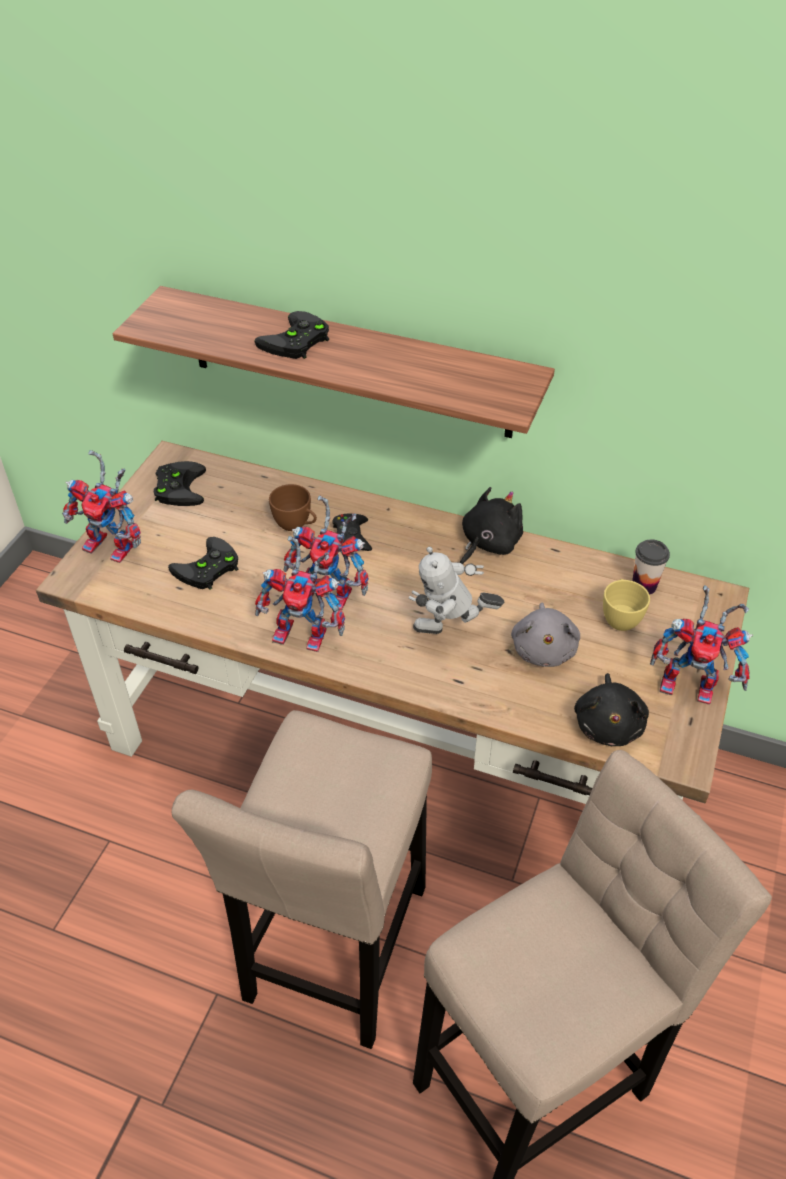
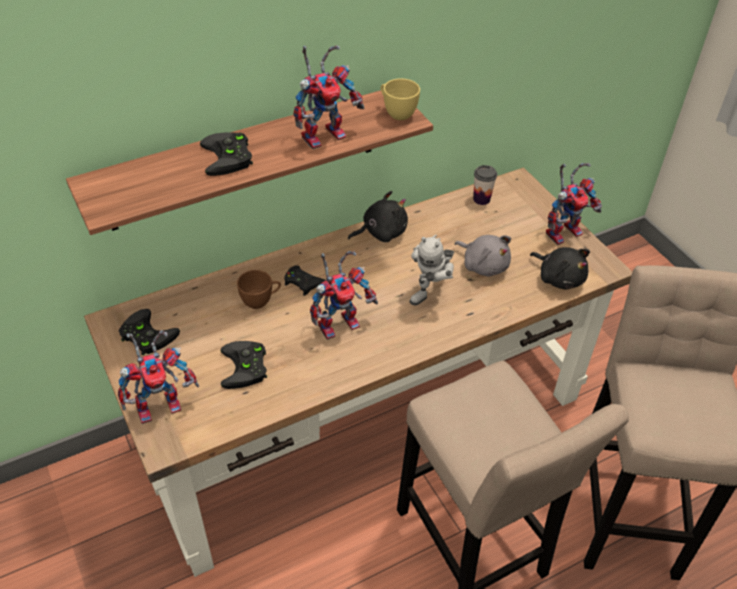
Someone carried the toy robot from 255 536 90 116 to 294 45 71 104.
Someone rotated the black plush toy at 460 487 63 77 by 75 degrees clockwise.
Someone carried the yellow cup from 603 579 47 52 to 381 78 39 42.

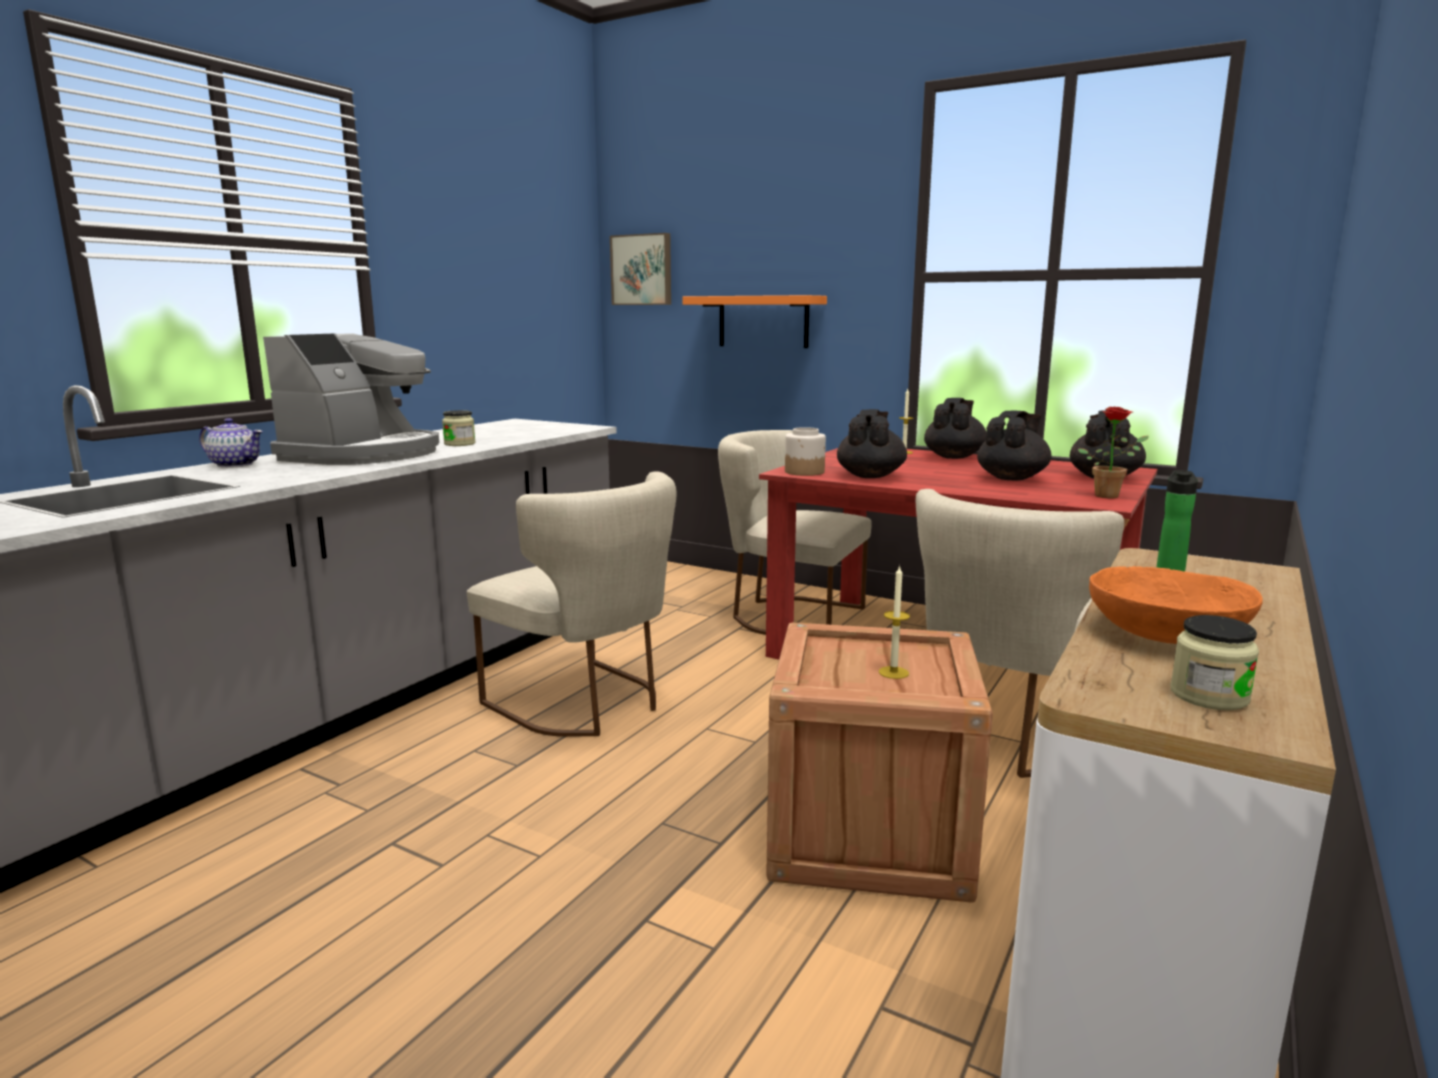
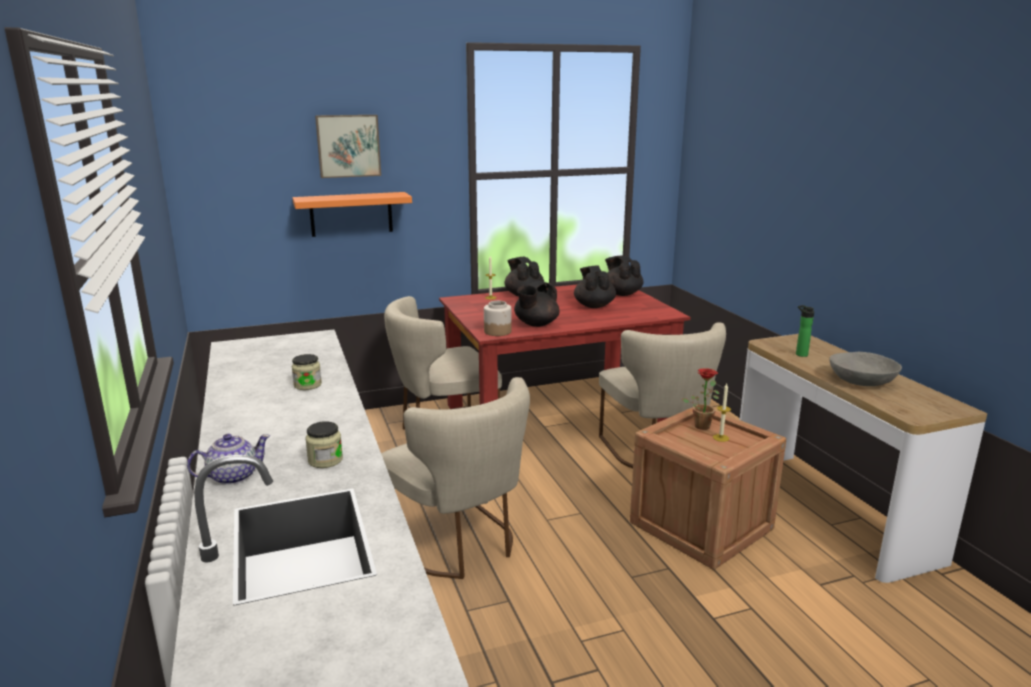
Someone took away the coffee machine at 263 333 176 132.
Someone rotated the beige chair at 467 471 209 265 by 60 degrees clockwise.
Someone carried the picture from 610 233 61 72 to 315 115 66 63.
Someone rotated the black teapot at 837 409 70 69 by 105 degrees counterclockwise.
Someone carried the potted plant from 1078 406 71 93 to 682 368 38 62.
Someone repainted the orange bowl at 1089 566 174 78, which became the grey bowl at 829 352 73 34.
Someone carried the jar from 1170 615 89 95 to 305 421 38 47.

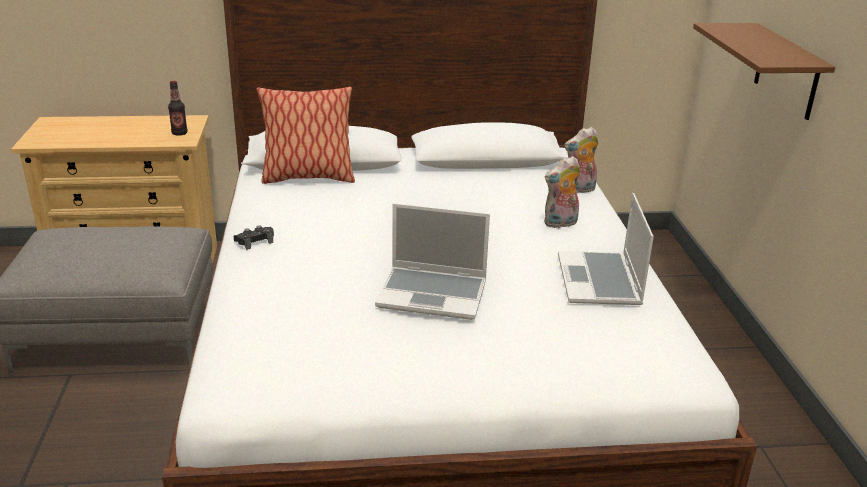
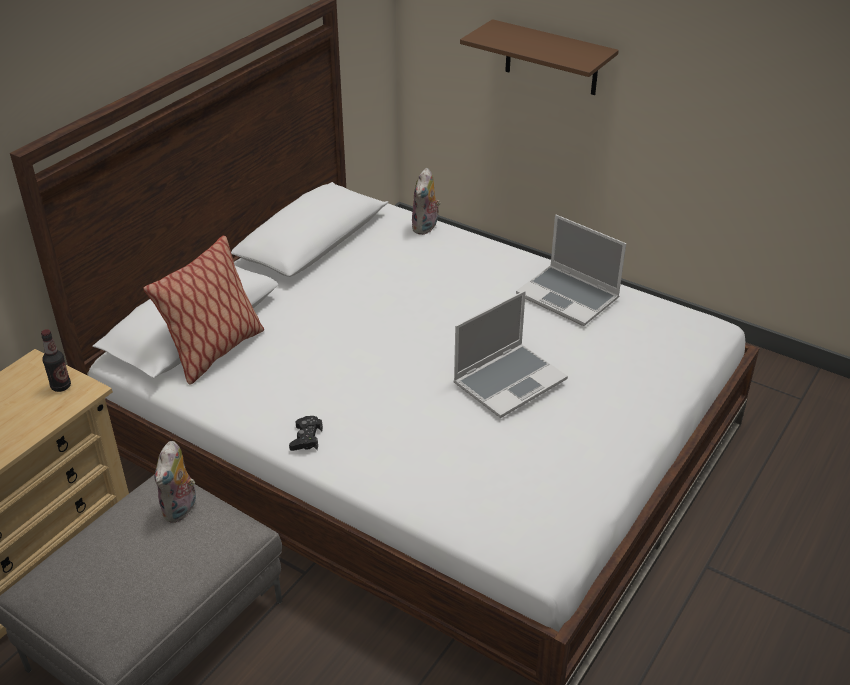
Someone carried the plush toy from 544 156 36 73 to 154 441 44 82.

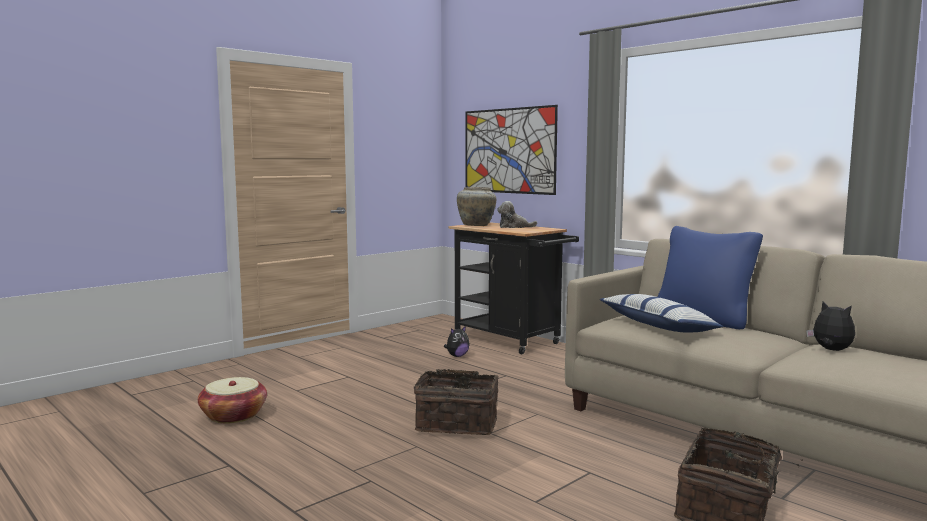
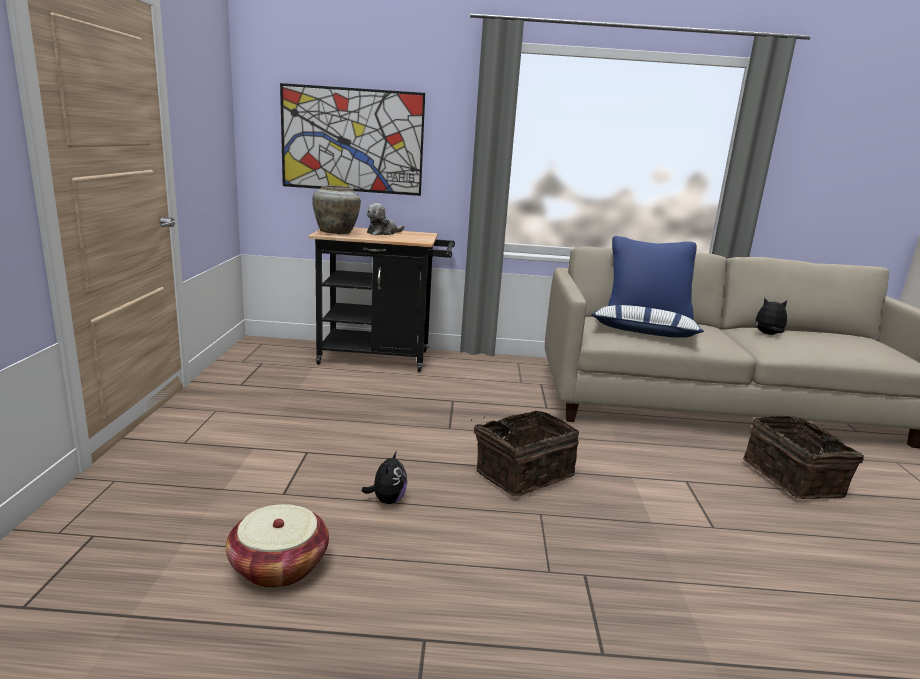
Someone carried the plush toy from 444 326 25 31 to 362 450 45 54.

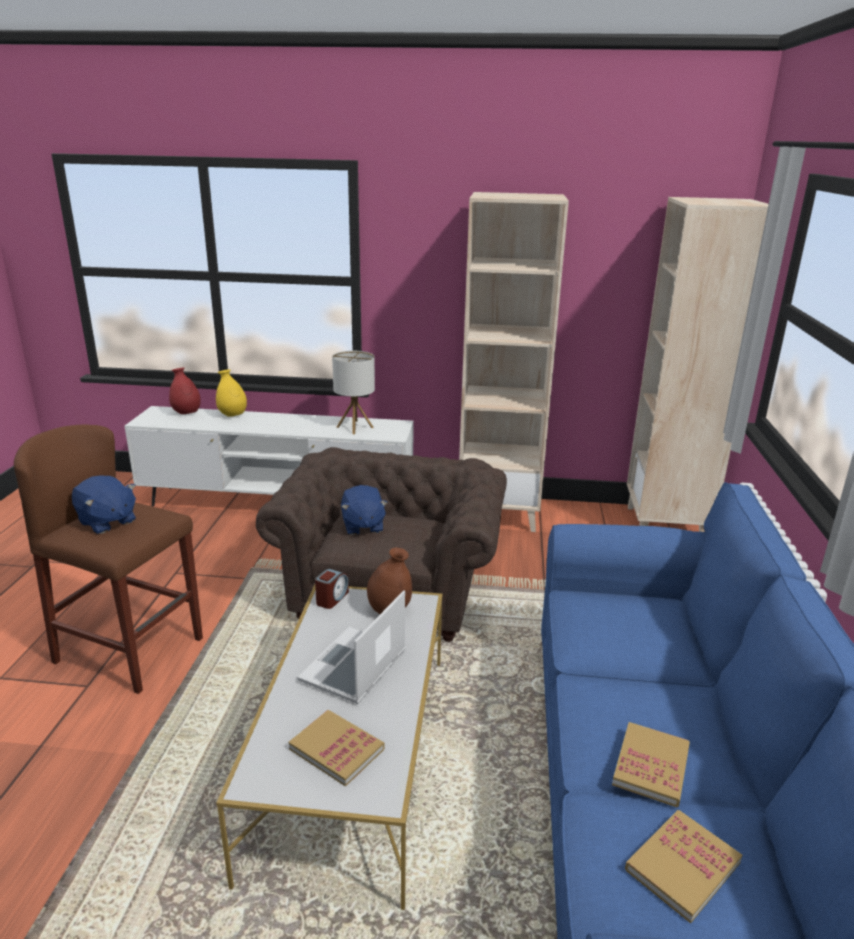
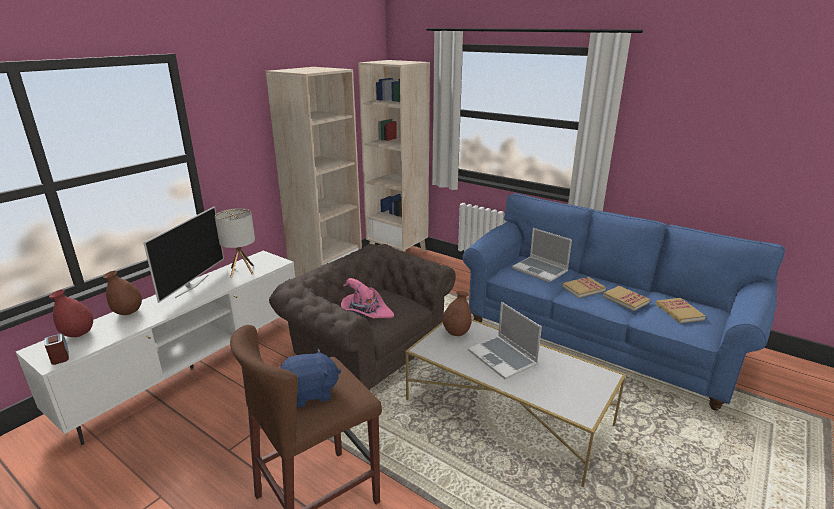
Someone repainted the yellow vase at 216 369 31 48, which became the brown vase at 103 271 39 44.
Someone carried the book from 289 710 96 77 to 562 277 44 21.
Someone carried the alarm clock from 315 569 34 40 to 44 333 25 32.
Someone swapped the blue plush toy at 341 485 47 50 for the pink hat at 341 278 53 40.
Someone put down the television at 143 206 81 97.
Someone put down the laptop at 512 228 60 54.

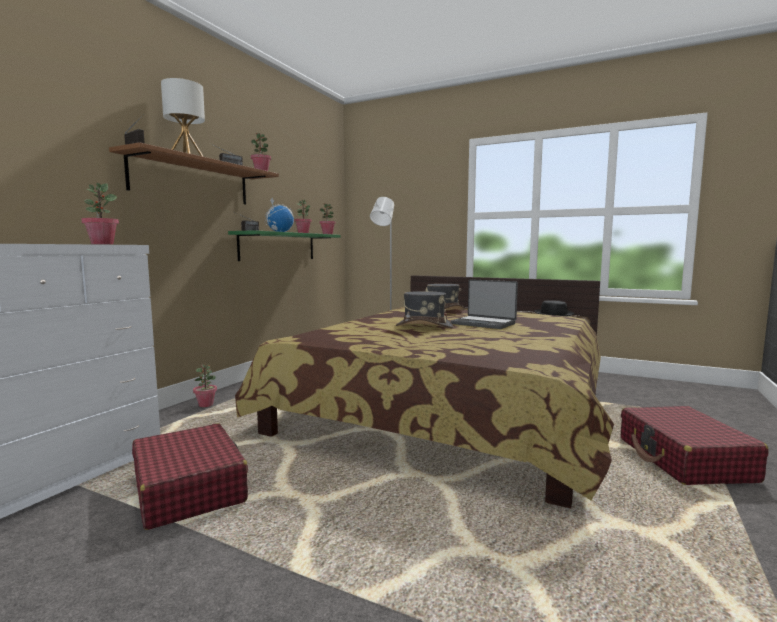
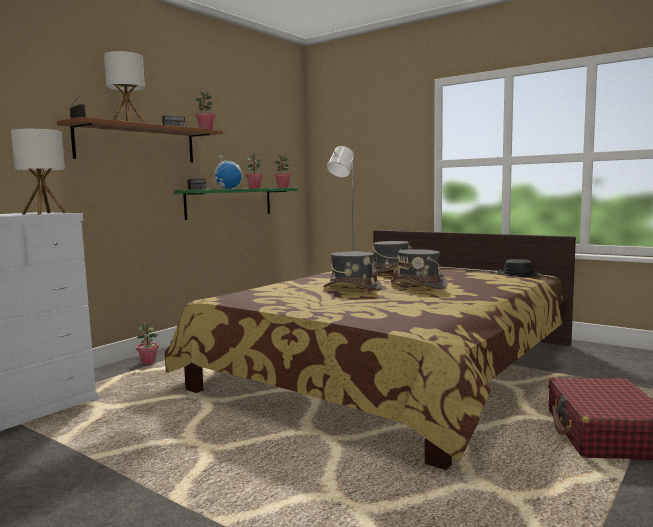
Someone swapped the potted plant at 81 183 38 61 for the table lamp at 11 129 55 85.
Someone took away the red suitcase at 132 423 116 107.
Someone swapped the laptop at 451 279 67 50 for the grey hat at 391 249 57 40.

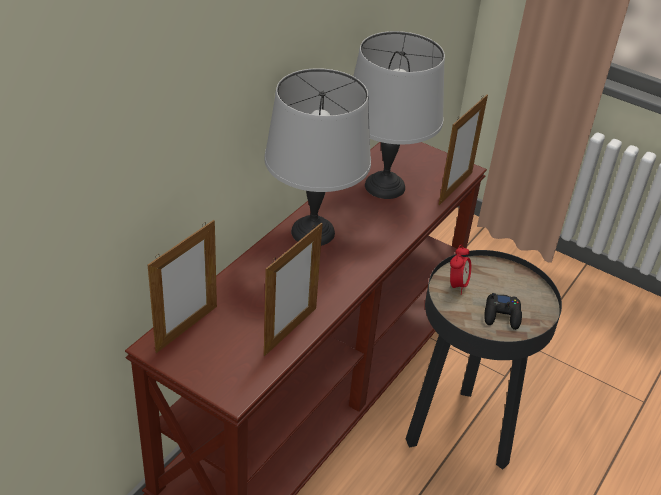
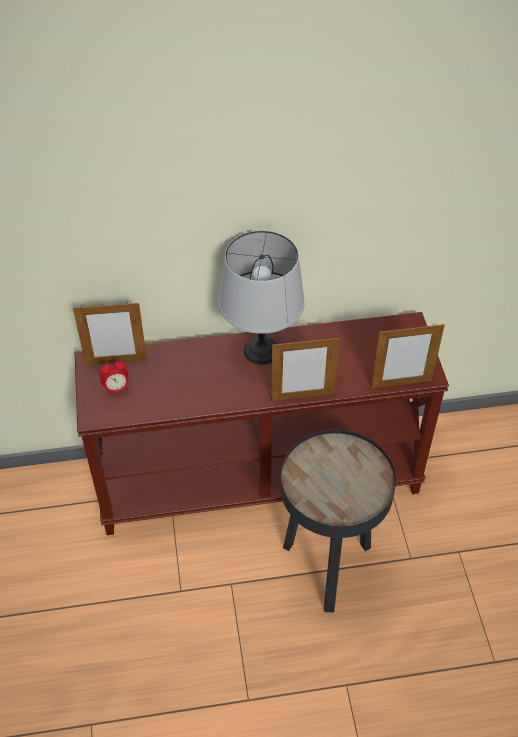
Someone carried the picture frame from 264 223 59 133 to 271 336 68 65.
Someone took away the grey table lamp at 353 31 92 168.
Someone carried the alarm clock from 450 245 21 50 to 100 359 29 37.
Someone took away the black game controller at 484 293 38 37.

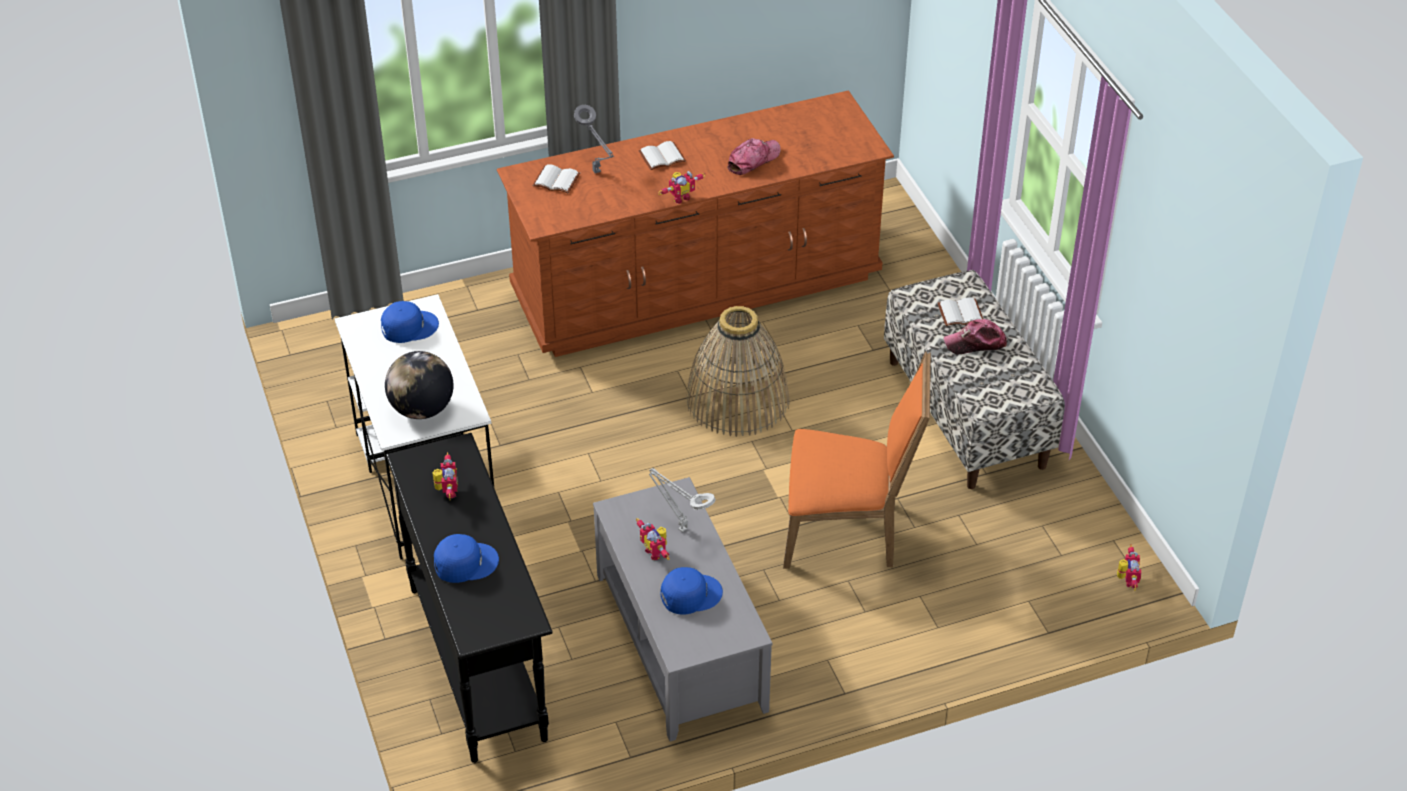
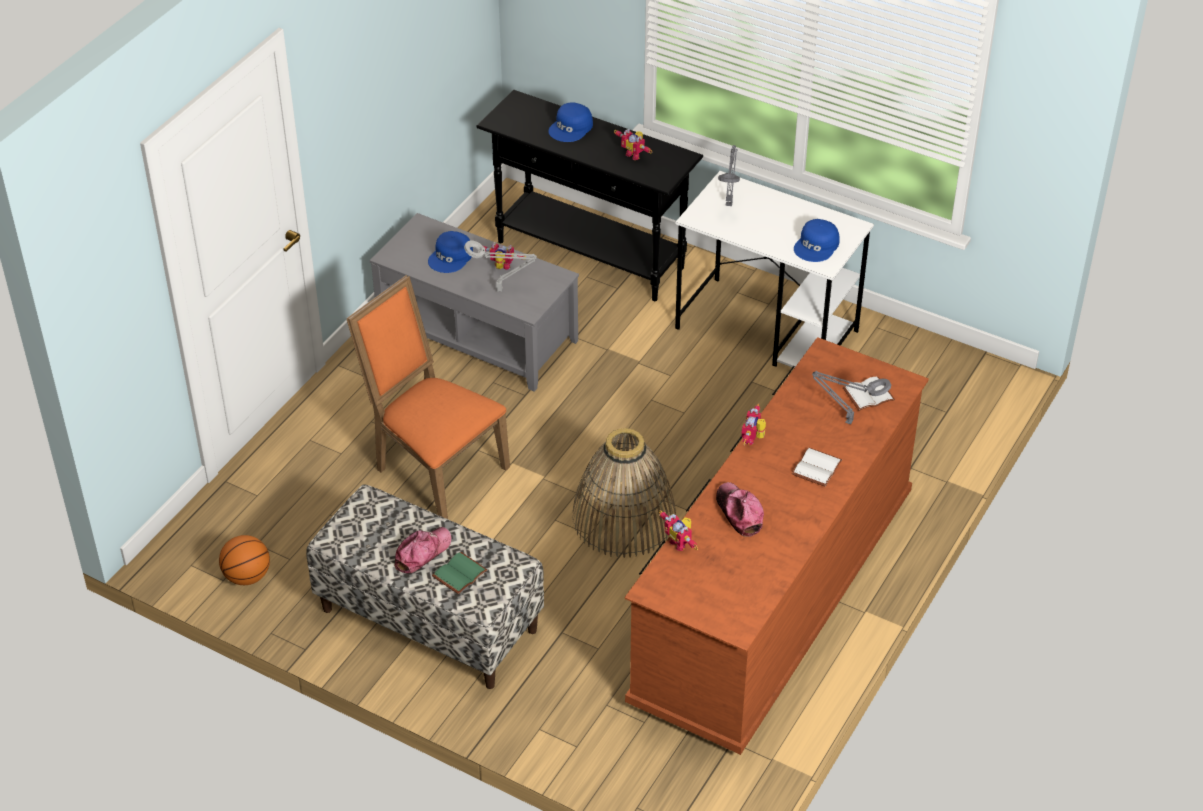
Someone swapped the globe at 385 351 68 68 for the grey table lamp at 718 145 22 61.
Someone rotated the cap at 727 138 54 37 by 150 degrees clockwise.
Someone rotated the orange chair at 783 352 148 217 by 75 degrees clockwise.
Someone repainted the white book at 938 297 45 29, which became the green book at 432 552 55 42.
Someone carried the toy robot from 1117 544 25 47 to 659 510 39 41.
Someone put down the basketball at 219 535 51 50.

